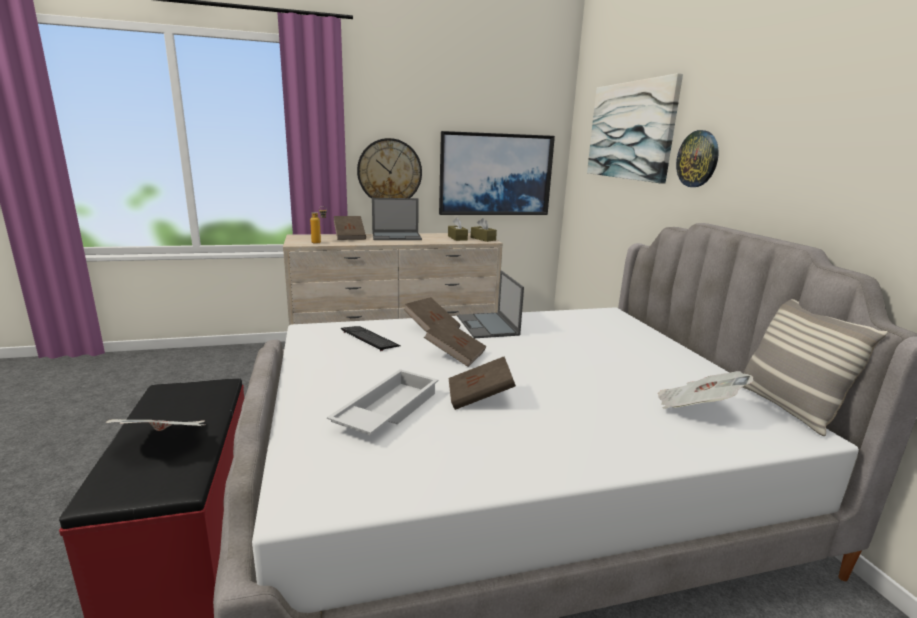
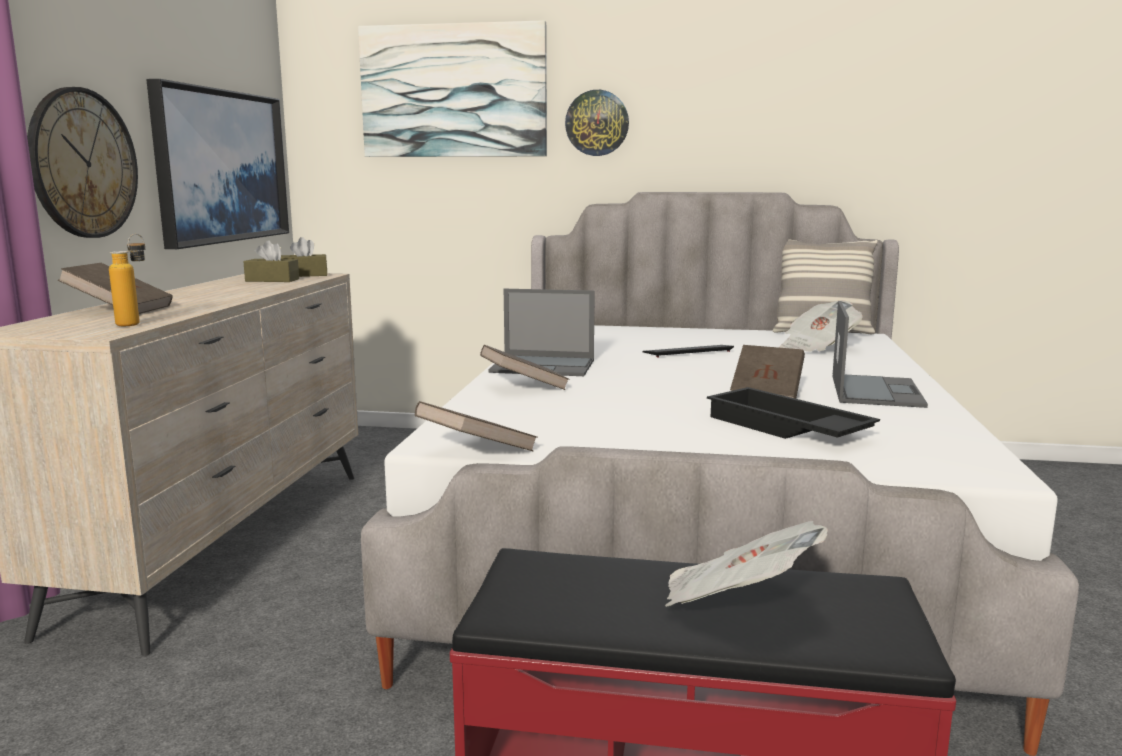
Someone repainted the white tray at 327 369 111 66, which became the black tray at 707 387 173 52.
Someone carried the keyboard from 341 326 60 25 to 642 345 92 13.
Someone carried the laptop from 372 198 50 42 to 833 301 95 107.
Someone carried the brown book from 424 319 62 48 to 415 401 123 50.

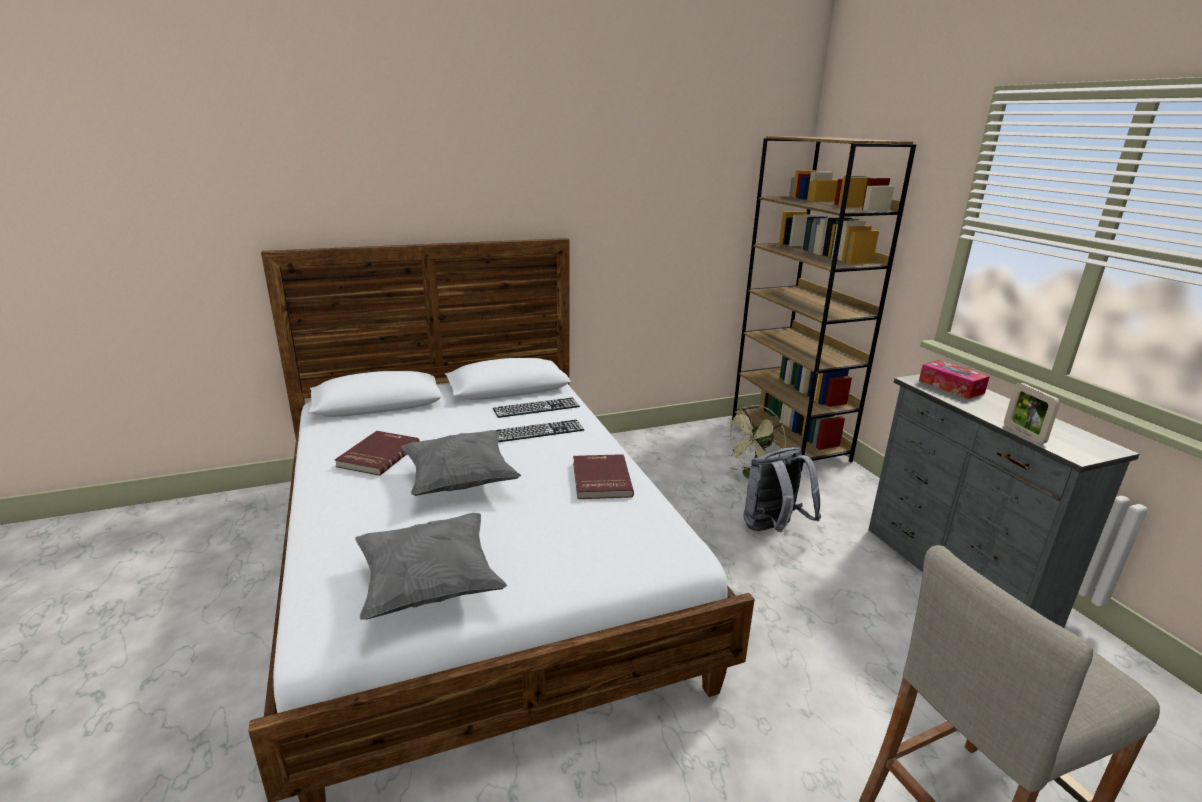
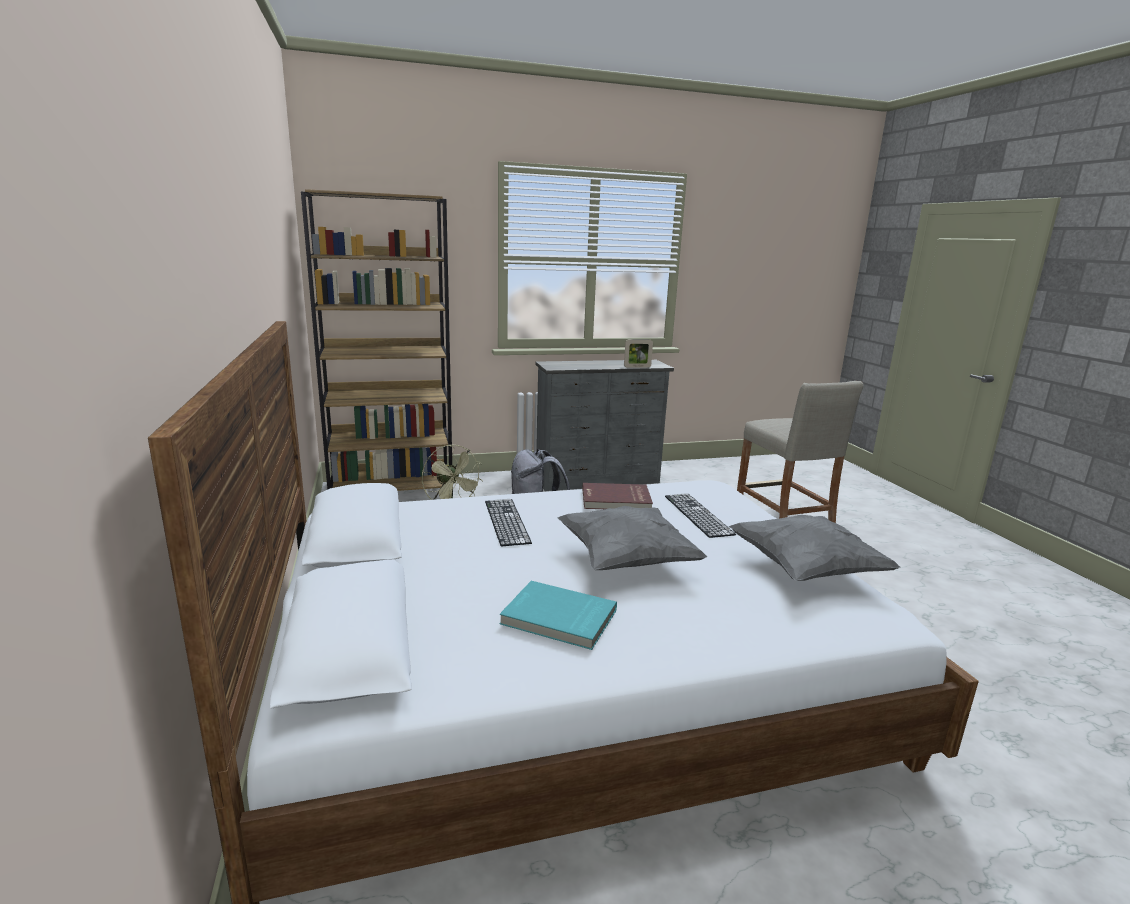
Someone repainted the red book at 335 431 85 45, which became the turquoise book at 500 581 117 69.
Someone carried the keyboard from 493 398 87 20 to 665 493 71 45.
Someone took away the tissue box at 919 360 71 39.

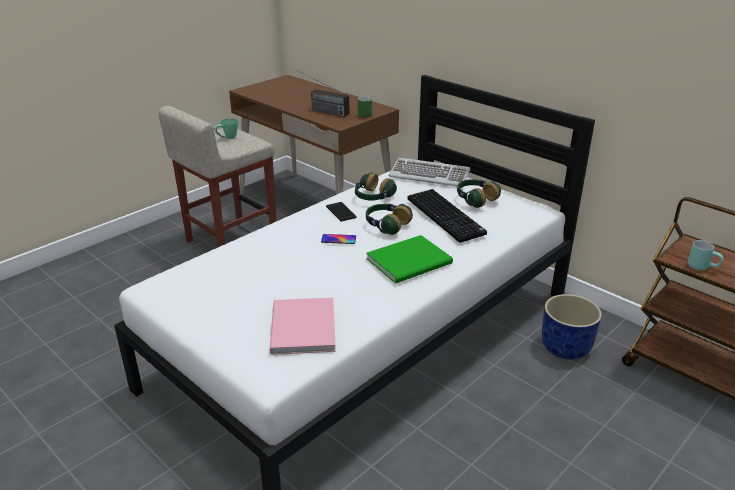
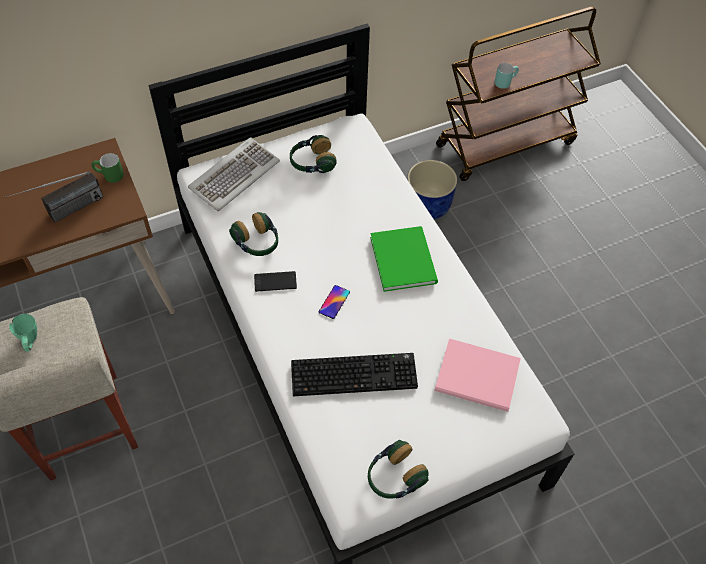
Someone carried the headphones from 366 203 47 32 to 368 440 61 59.
Someone carried the keyboard from 407 189 80 54 to 291 353 127 43.

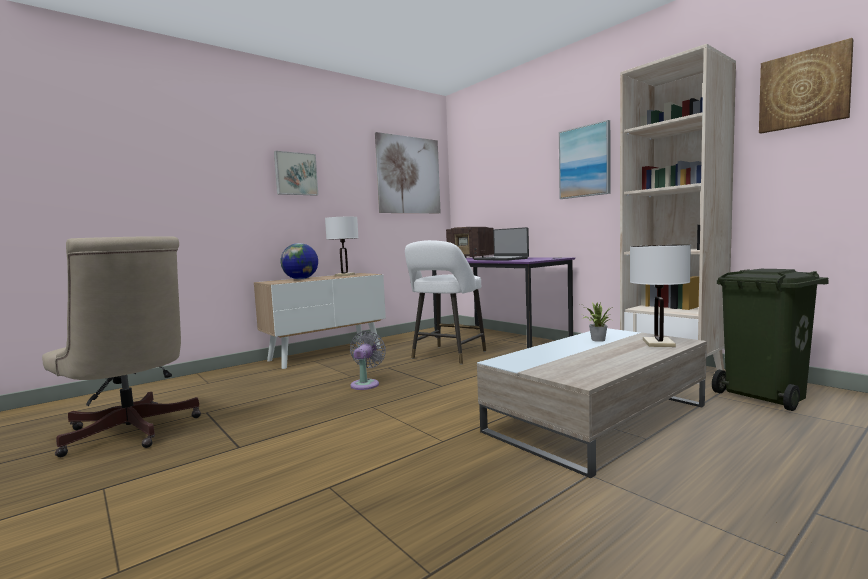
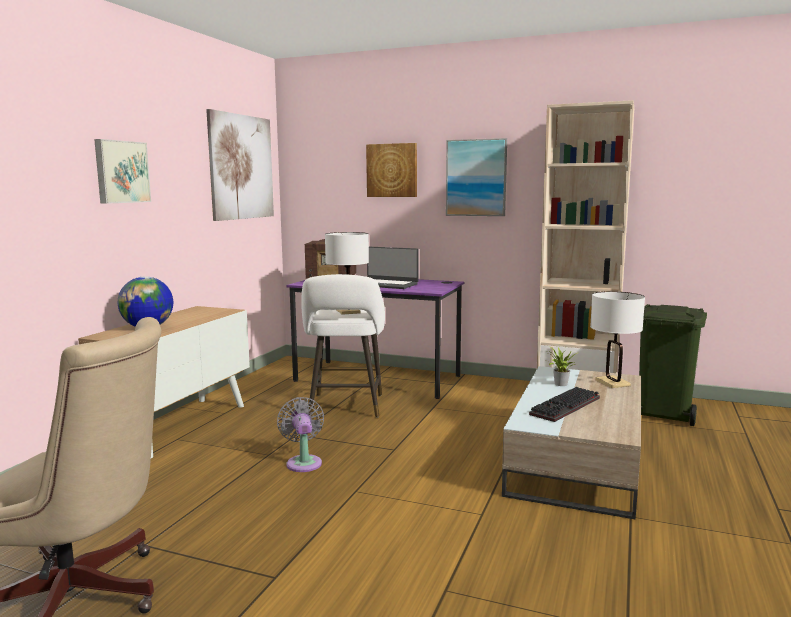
Someone carried the white table lamp from 325 217 33 59 to 325 232 44 83.
Someone carried the picture from 759 38 94 96 to 366 143 51 54.
Someone put down the keyboard at 529 387 71 35.

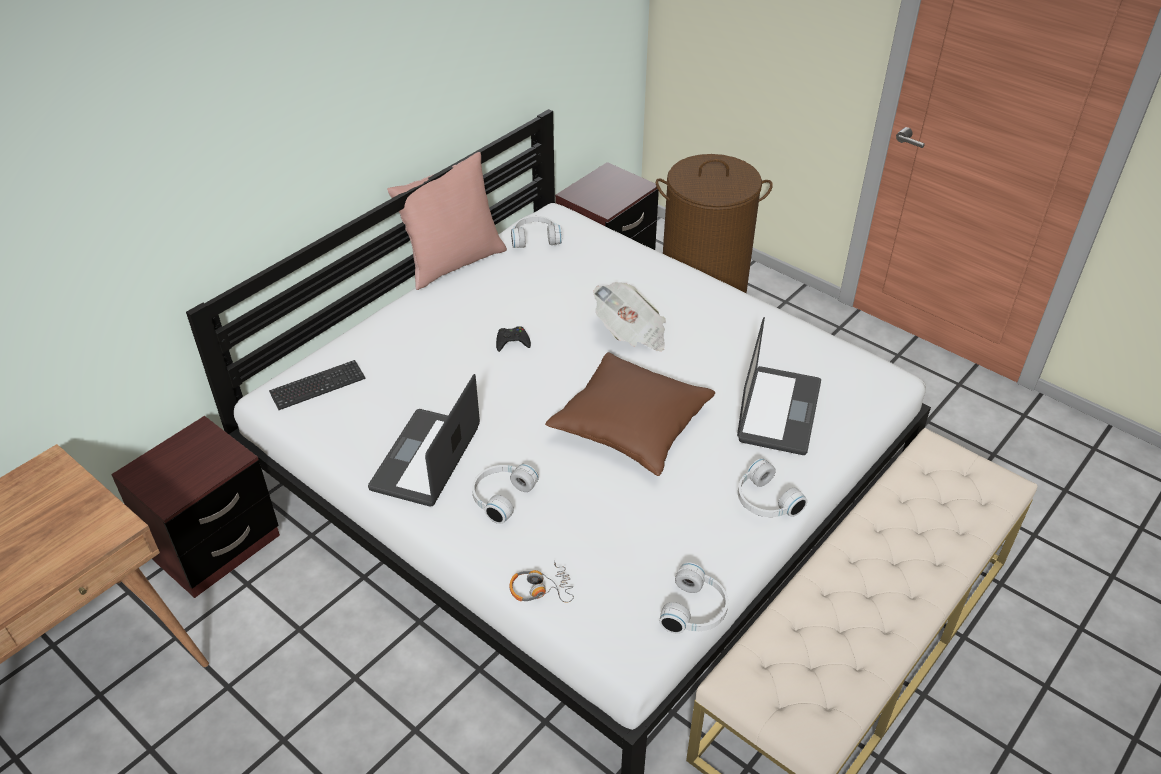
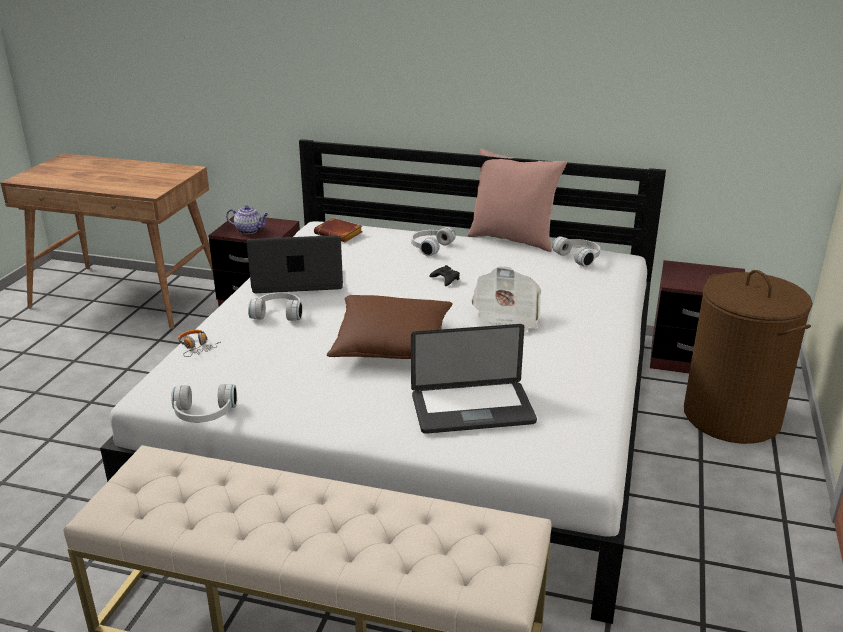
Someone swapped the keyboard at 269 360 97 50 for the brown book at 314 218 49 24.
Someone carried the white headphones from 738 458 70 59 to 411 227 45 29.
Someone put down the teapot at 226 206 43 28.

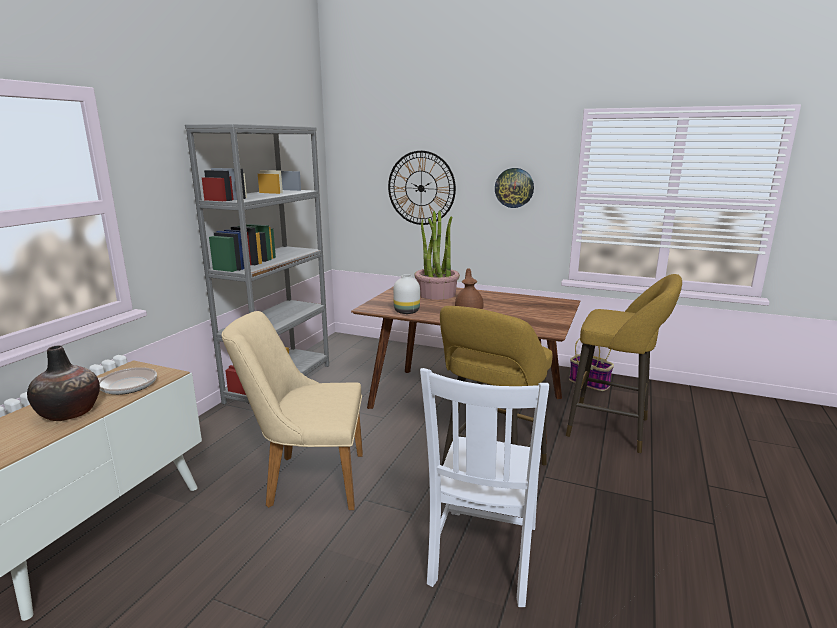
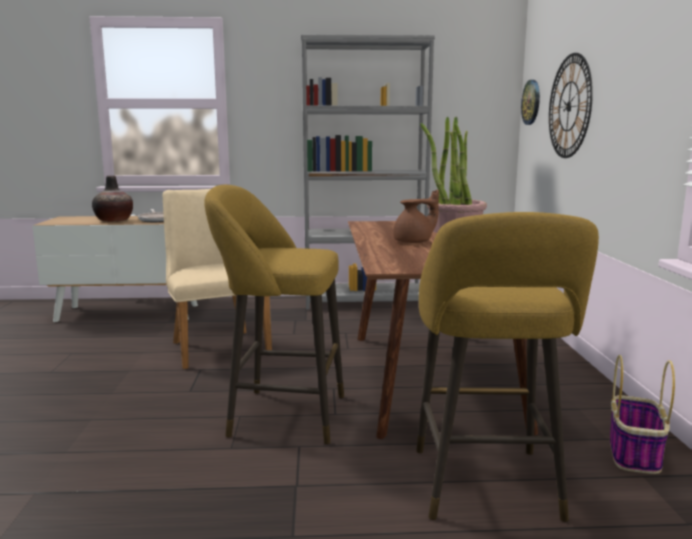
Someone took away the white vase at 393 274 27 40.
Someone took away the white chair at 420 368 129 239.
Someone carried the wall clock from 495 168 39 40 to 521 80 19 45.

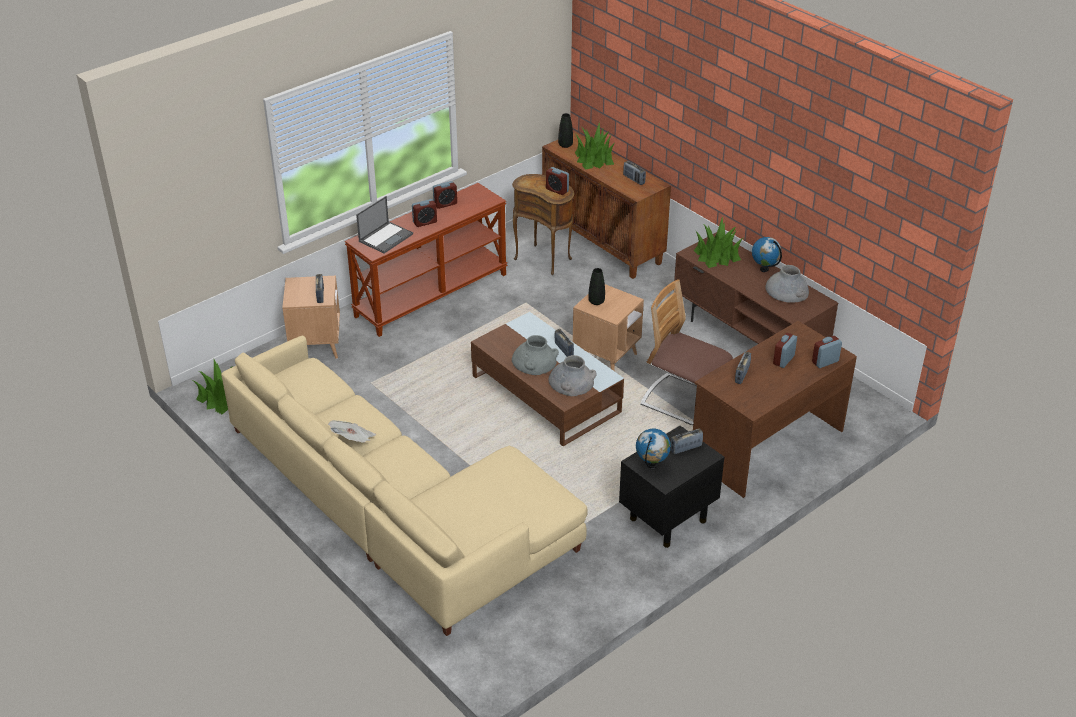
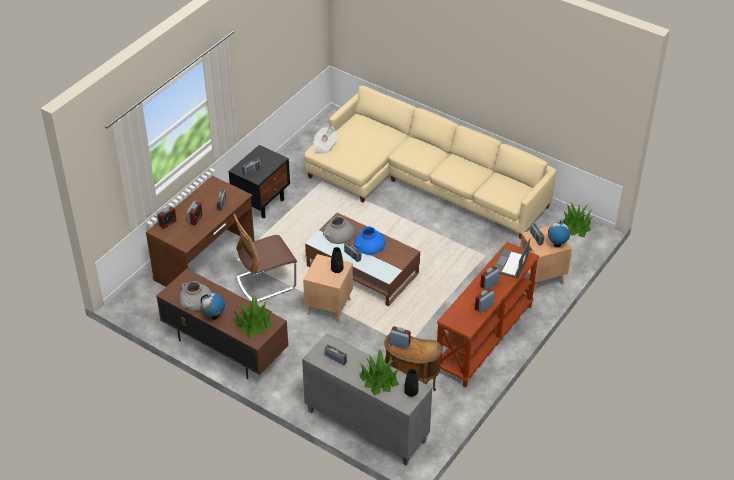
Someone carried the newspaper from 328 420 48 23 to 312 126 27 28.
Someone repainted the grey vase at 512 335 47 40, which became the blue vase at 354 226 32 29.
Someone repainted the brown cabinet at 542 132 129 147, which became the grey cabinet at 302 333 130 133.
Someone carried the globe from 636 429 35 39 to 548 221 22 26.
Someone rotated the chair at 640 279 93 146 by 135 degrees clockwise.

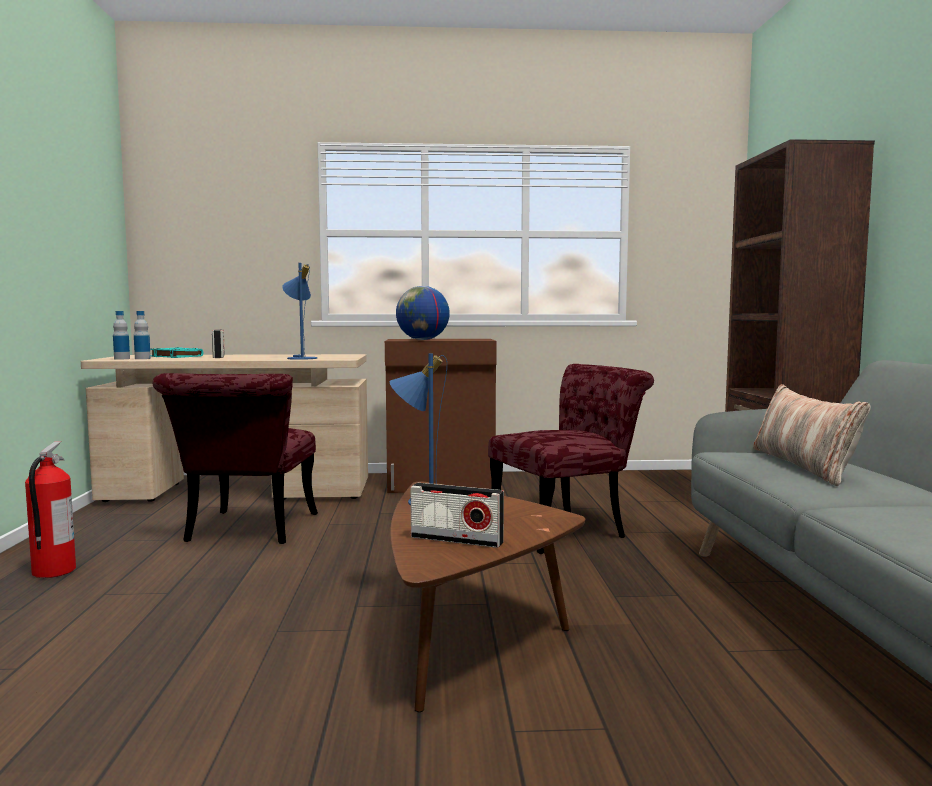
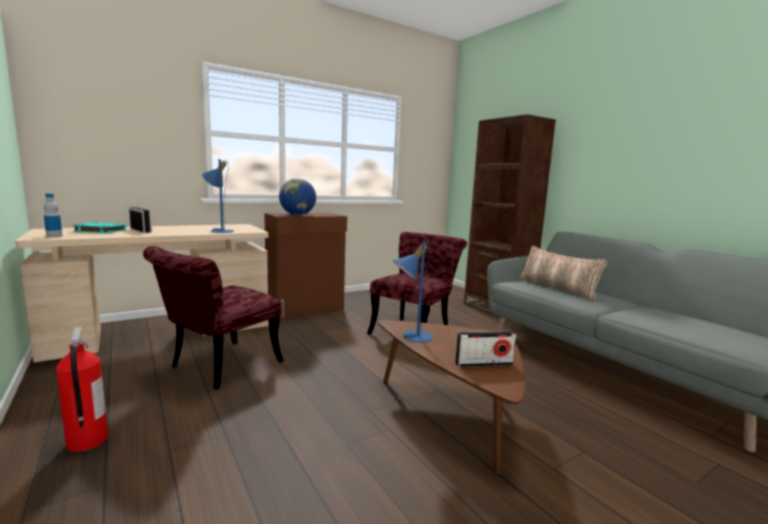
Someone took away the bottle at 134 311 17 48.
Someone rotated the red chair at 152 373 166 171 by 60 degrees clockwise.

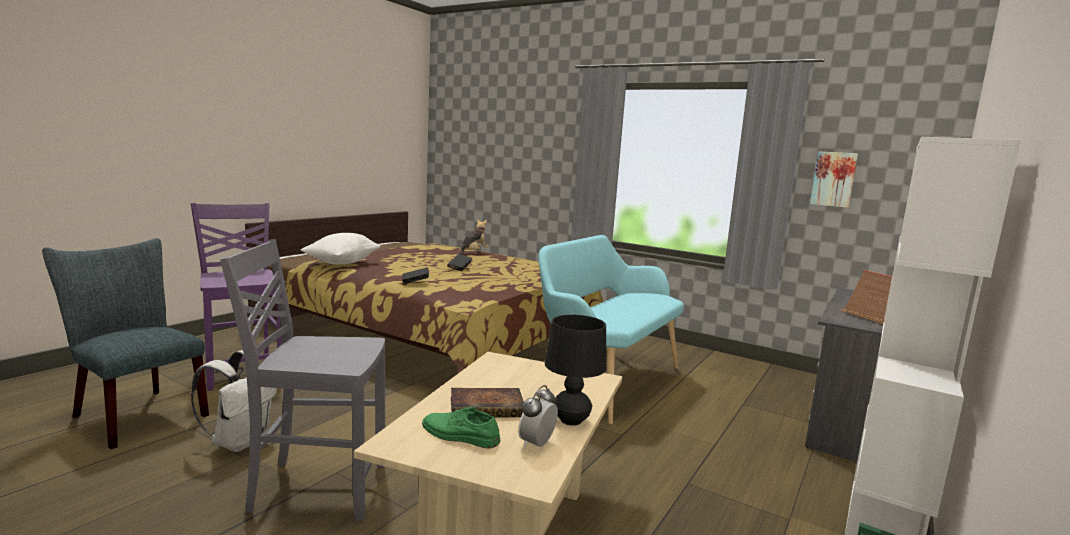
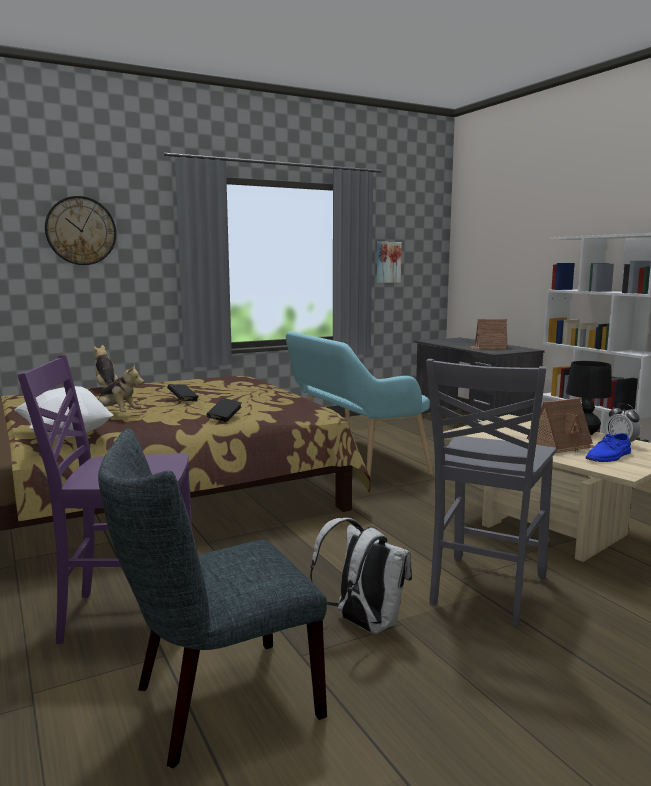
Someone repainted the green shoe at 422 407 79 41, which became the blue shoe at 586 433 45 29.
Someone swapped the book at 451 388 73 29 for the toy house at 527 398 68 55.
Someone put up the wall clock at 45 196 71 69.
Someone put down the plush toy at 98 364 46 48.

